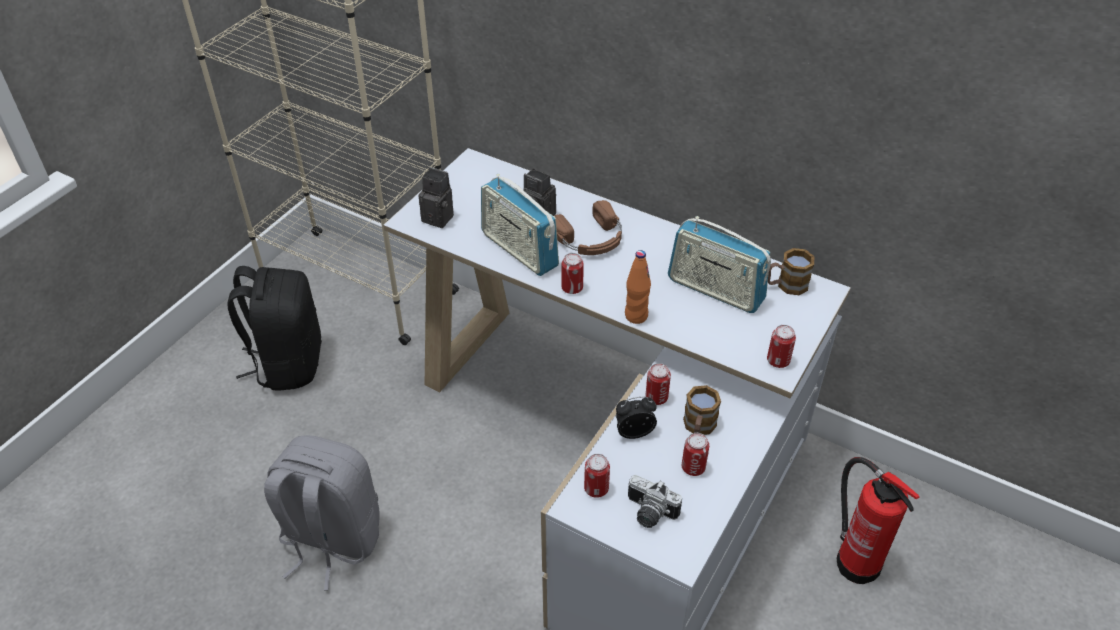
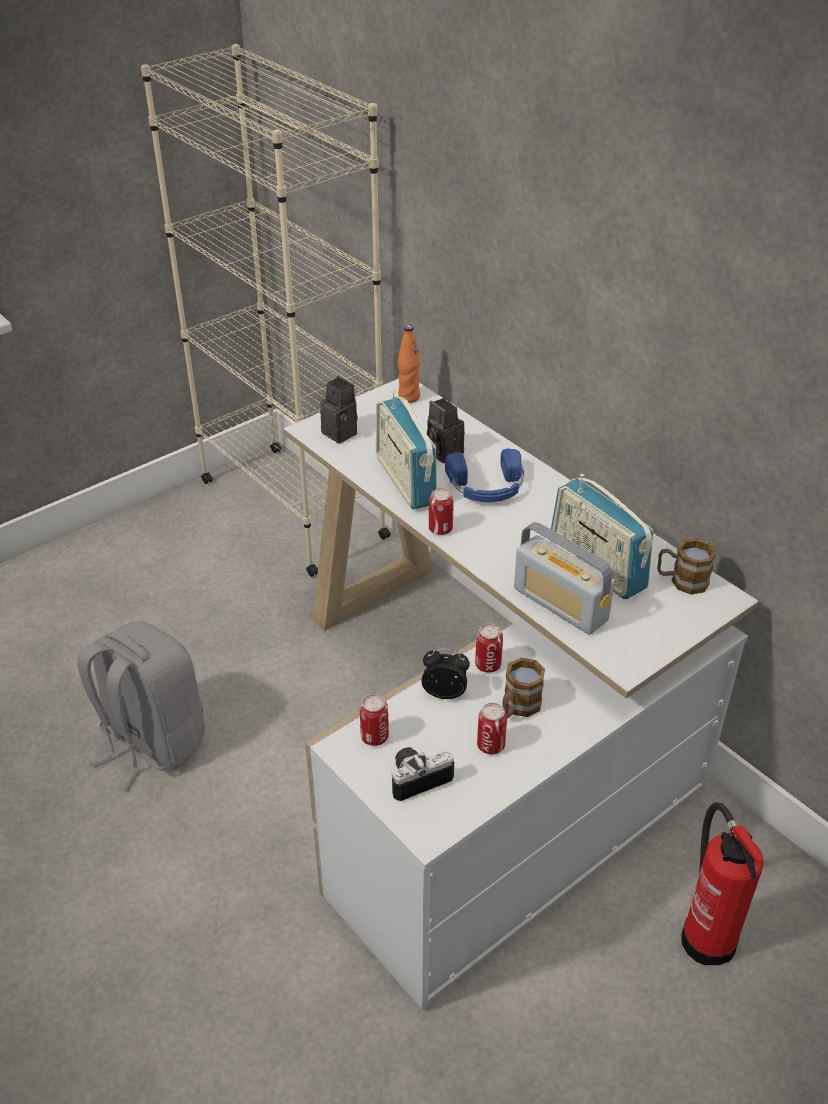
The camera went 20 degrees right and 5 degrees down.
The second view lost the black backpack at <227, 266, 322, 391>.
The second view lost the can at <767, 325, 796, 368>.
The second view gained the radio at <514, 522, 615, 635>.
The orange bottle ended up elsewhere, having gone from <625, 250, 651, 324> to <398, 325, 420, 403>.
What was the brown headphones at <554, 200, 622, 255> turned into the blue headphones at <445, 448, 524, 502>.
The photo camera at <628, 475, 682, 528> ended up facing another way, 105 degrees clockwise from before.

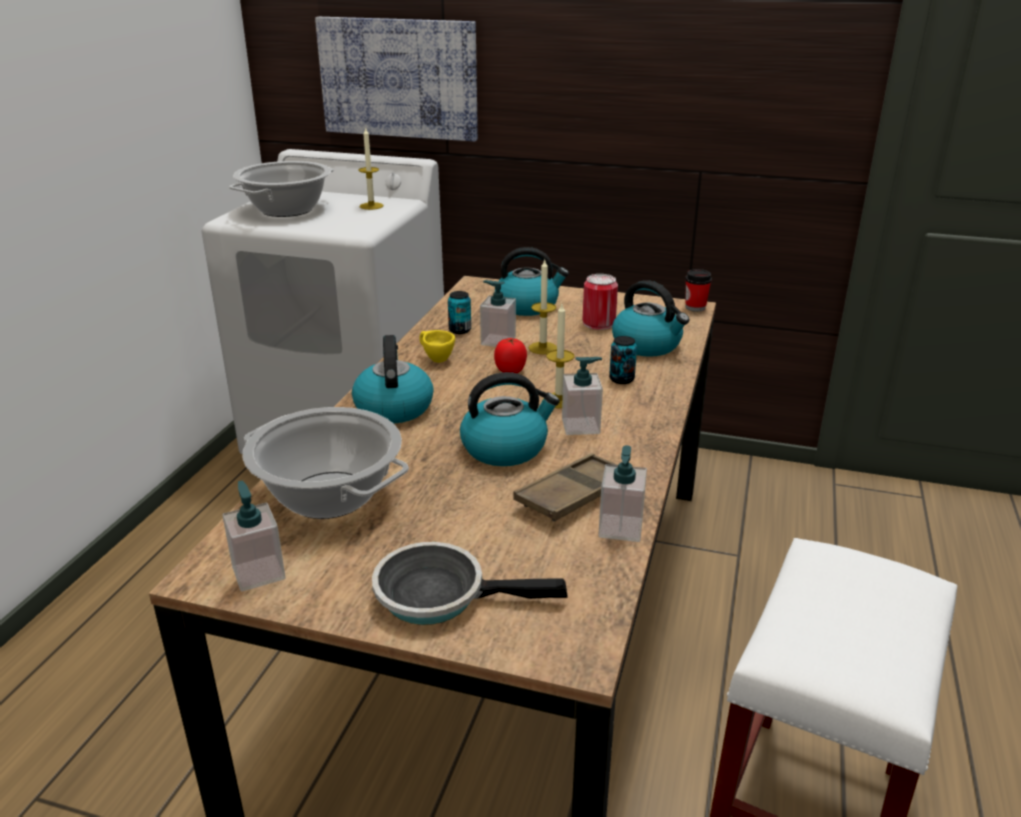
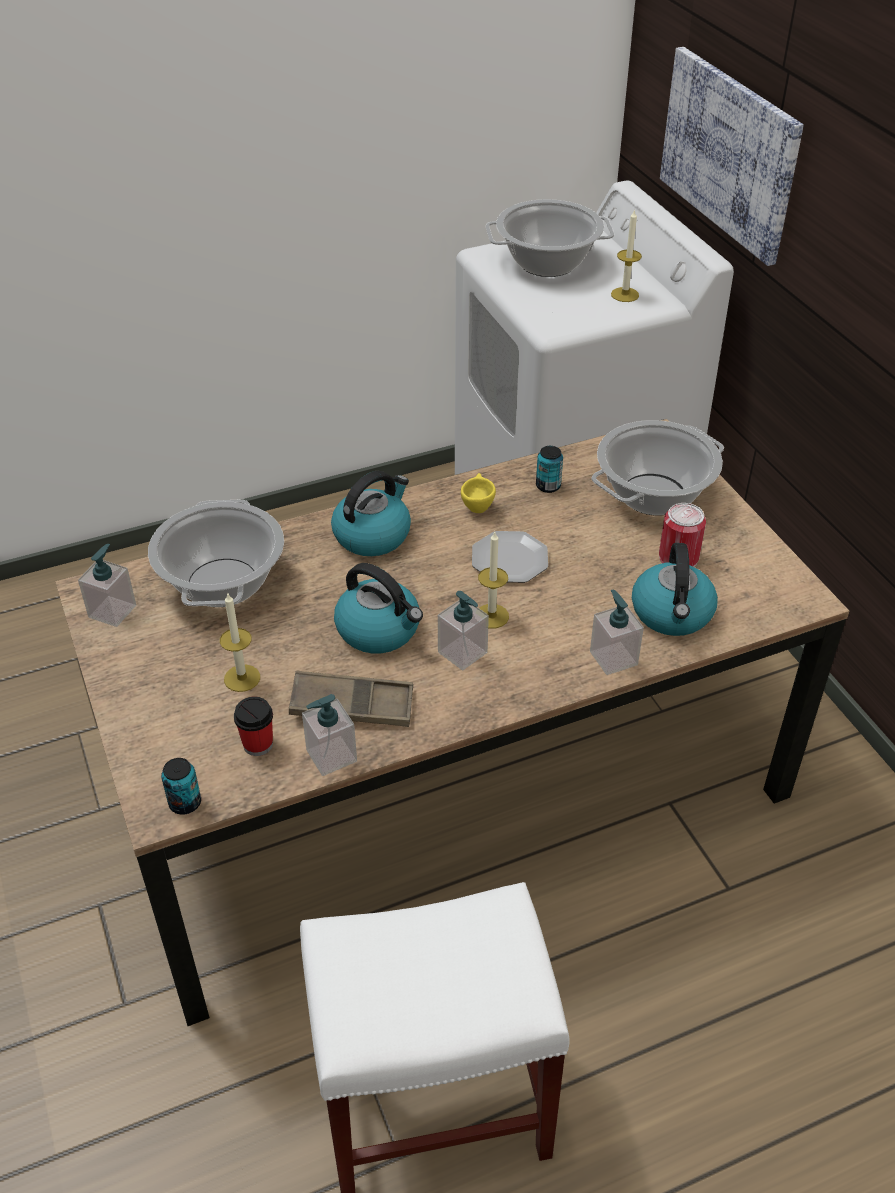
The camera went 50 degrees right and 15 degrees up.
The second view lost the frying pan at <372, 542, 568, 625>.
The soap dispenser ended up elsewhere, having gone from <480, 280, 516, 347> to <590, 589, 644, 675>.
The candle ended up elsewhere, having gone from <529, 258, 557, 355> to <220, 592, 260, 692>.
The can ended up elsewhere, having gone from <609, 336, 637, 384> to <161, 758, 201, 815>.
The cup ended up elsewhere, having gone from <685, 269, 712, 312> to <234, 697, 273, 756>.
Where the tomato stood at <494, 338, 527, 373>, the plate came to stand at <472, 531, 548, 583>.
Where the kettle stood at <495, 247, 569, 316>, the cooking pot came to stand at <591, 420, 724, 516>.

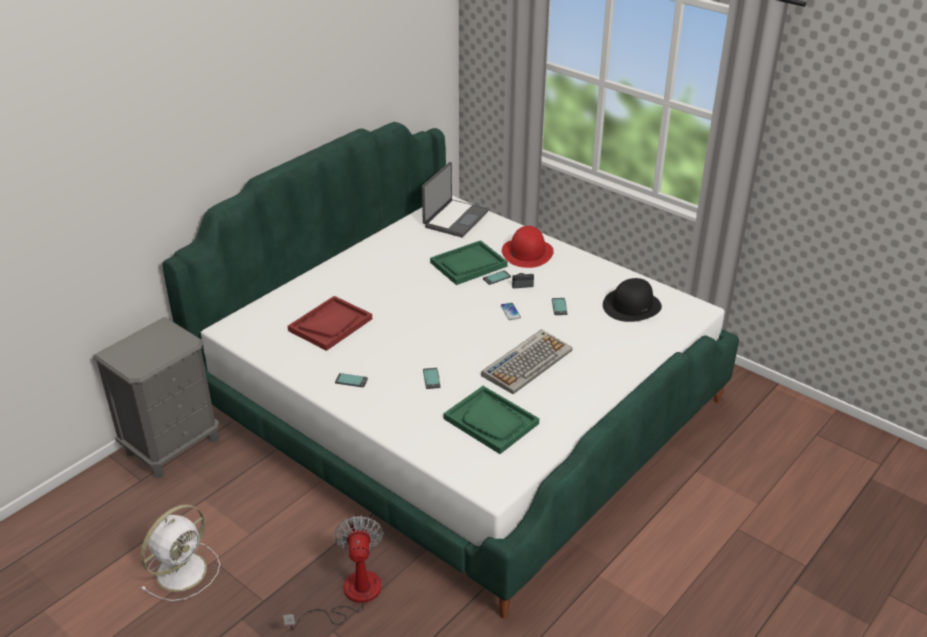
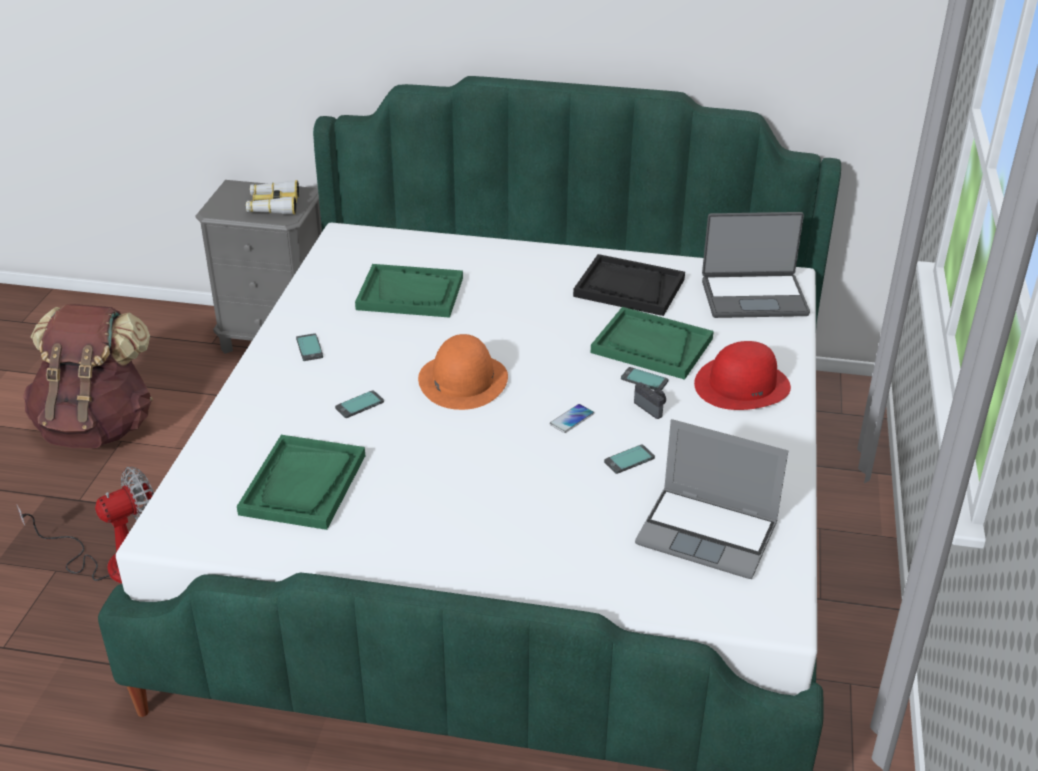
The camera went 60 degrees right and 0 degrees up.
The second view lost the keyboard at <481, 329, 572, 394>.
The second view gained the binoculars at <246, 180, 299, 215>.
The second view gained the orange hat at <418, 334, 508, 410>.
The second view gained the black tray at <573, 254, 685, 316>.
Where the white fan stood at <141, 504, 220, 601>, the brown backpack came to stand at <23, 304, 153, 448>.
Where the black hat stood at <603, 278, 662, 322>, the laptop came to stand at <635, 419, 788, 579>.
What was the red tray at <288, 296, 372, 351> turned into the green tray at <355, 264, 463, 318>.

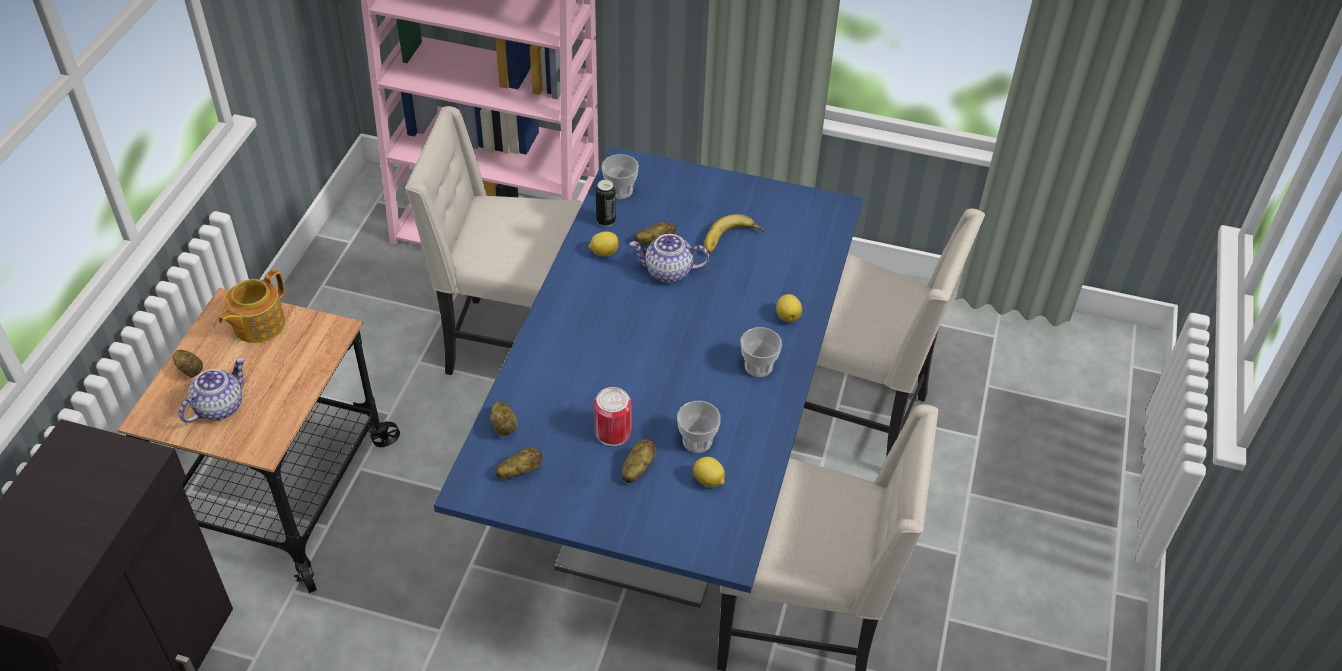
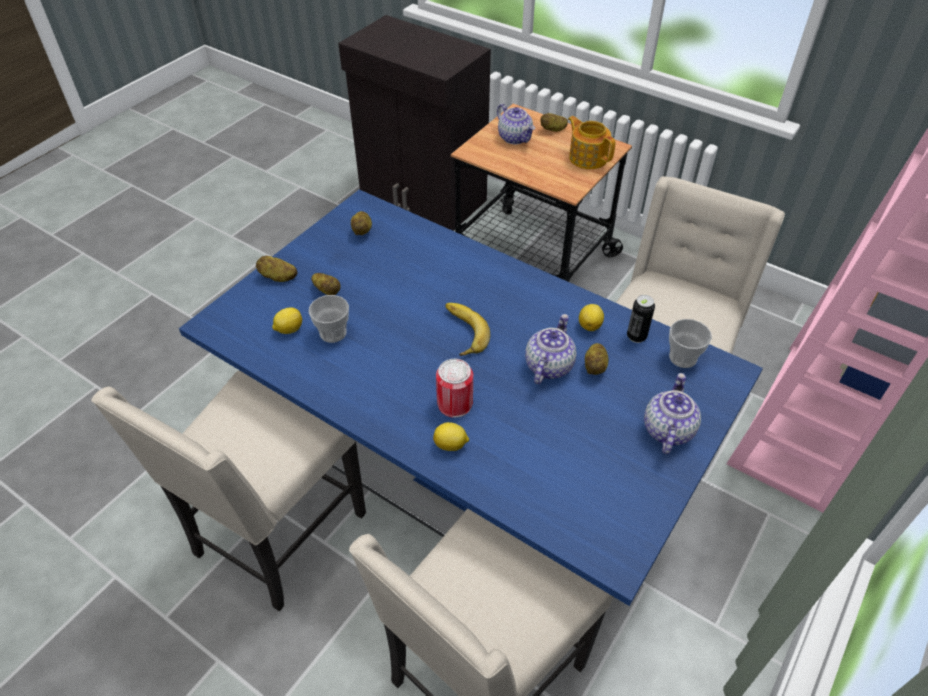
The camera went 110 degrees right and 0 degrees up.
The second view lost the cup at <740, 327, 782, 377>.
The second view gained the teapot at <644, 373, 701, 454>.
The potato ended up elsewhere, having gone from <491, 402, 517, 437> to <256, 256, 297, 282>.
The can ended up elsewhere, having gone from <594, 387, 631, 446> to <436, 359, 473, 418>.
The banana ended up elsewhere, having gone from <704, 214, 764, 254> to <445, 303, 490, 356>.

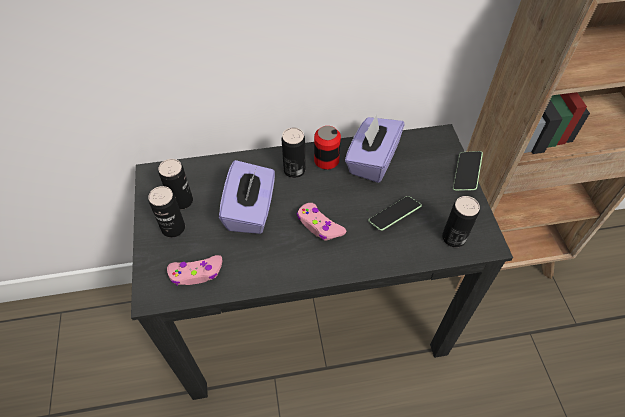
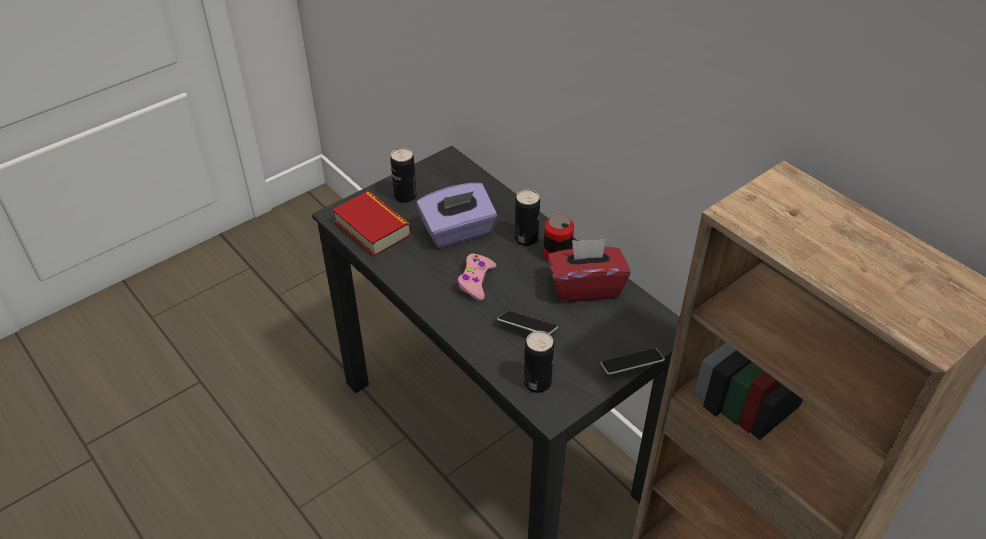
The camera went 60 degrees right and 10 degrees down.
The second view lost the can at <158, 159, 193, 210>.
Where the pink game controller stood at <167, 255, 222, 285>, the book came to stand at <332, 191, 411, 257>.
What was the purple tissue box at <345, 114, 405, 183> turned into the red tissue box at <548, 239, 631, 302>.

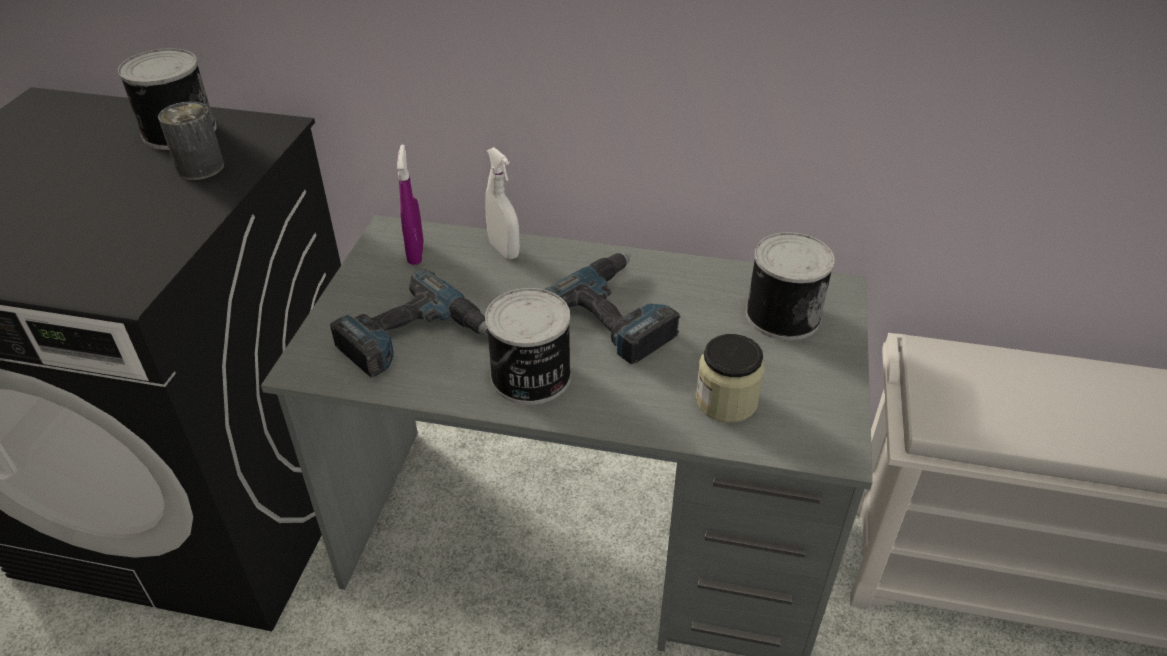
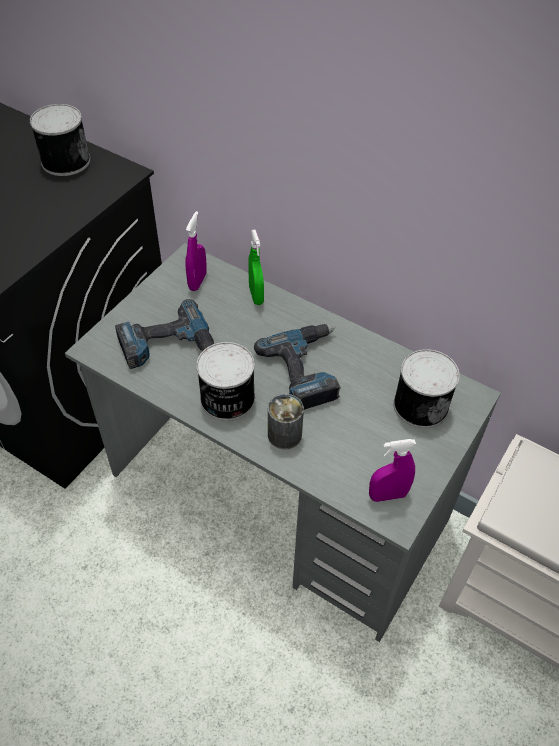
The camera went 20 degrees right and 10 degrees up.
The second view lost the jar at <695, 334, 765, 422>.
The second view gained the purple spray bottle at <369, 439, 416, 502>.
The can ended up elsewhere, having gone from <158, 102, 224, 180> to <268, 394, 304, 449>.
What was the white spray bottle at <485, 147, 520, 259> turned into the green spray bottle at <248, 229, 264, 305>.

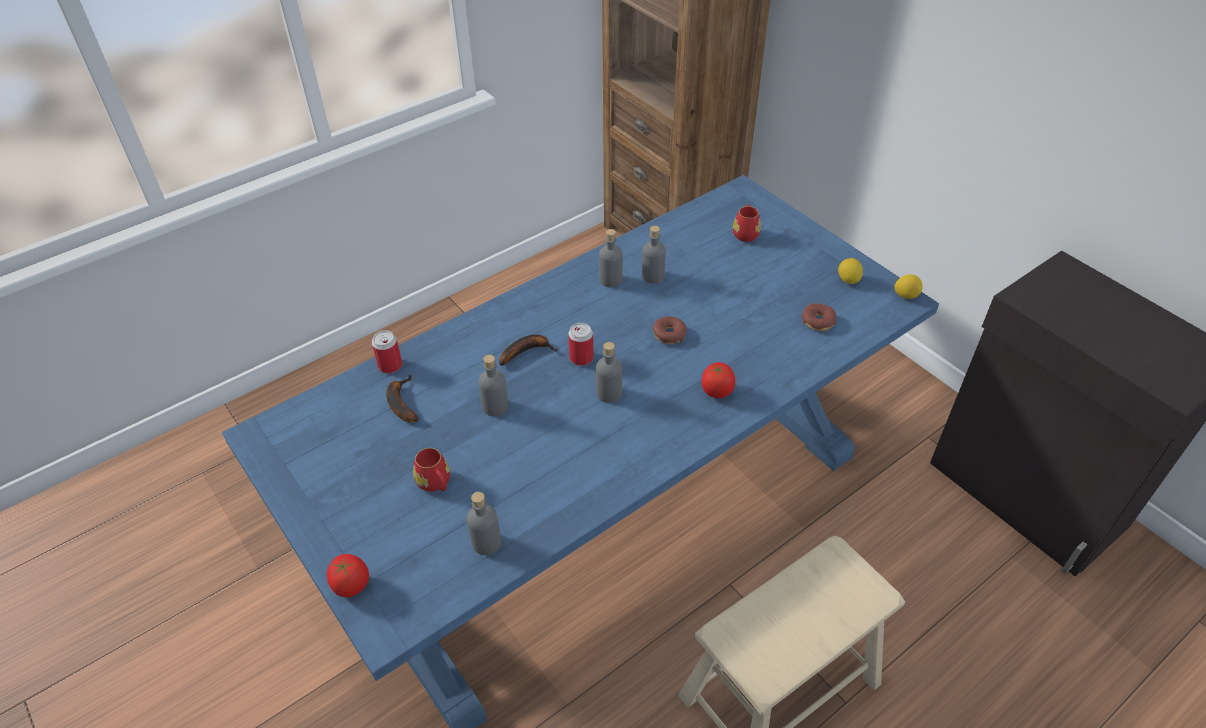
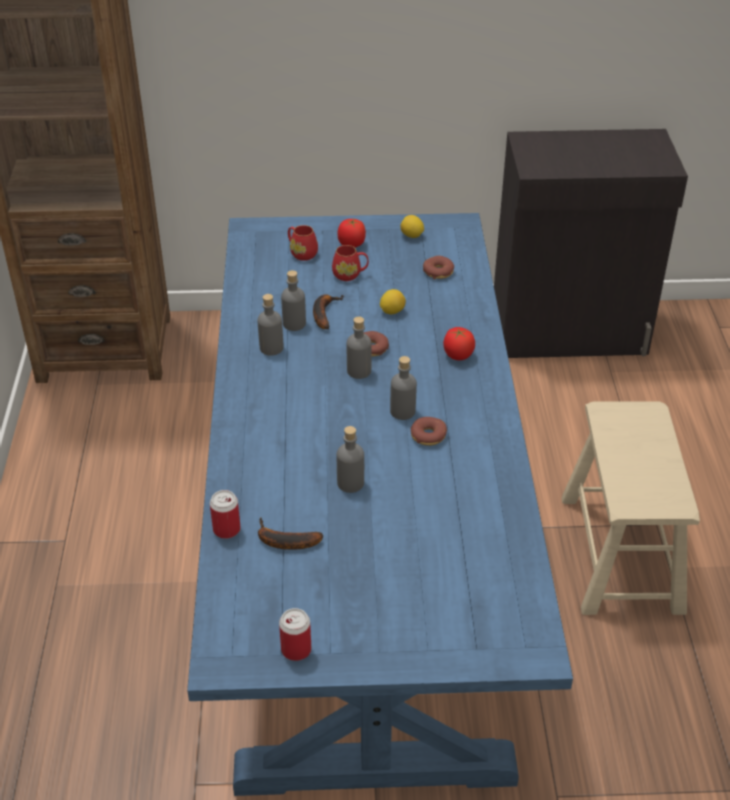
The camera went 55 degrees left and 5 degrees down.
The second view gained the donut at <411, 417, 447, 446>.
The tomato ended up elsewhere, having gone from <327, 554, 369, 598> to <338, 219, 366, 248>.
The red mug ended up elsewhere, having gone from <413, 448, 450, 491> to <332, 245, 369, 281>.
The grey bottle ended up elsewhere, having gone from <467, 492, 501, 555> to <347, 316, 372, 379>.
The banana ended up elsewhere, having gone from <499, 335, 558, 366> to <313, 294, 344, 329>.
The can ended up elsewhere, having gone from <568, 323, 594, 366> to <279, 608, 311, 661>.
The lemon ended up elsewhere, having gone from <894, 274, 923, 299> to <380, 289, 406, 314>.

